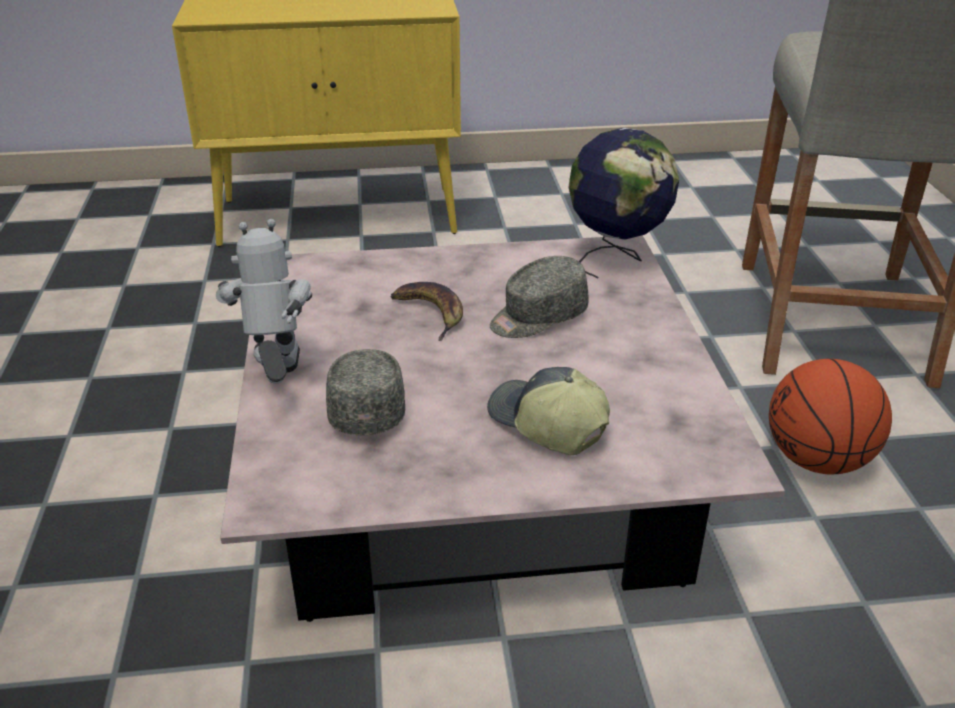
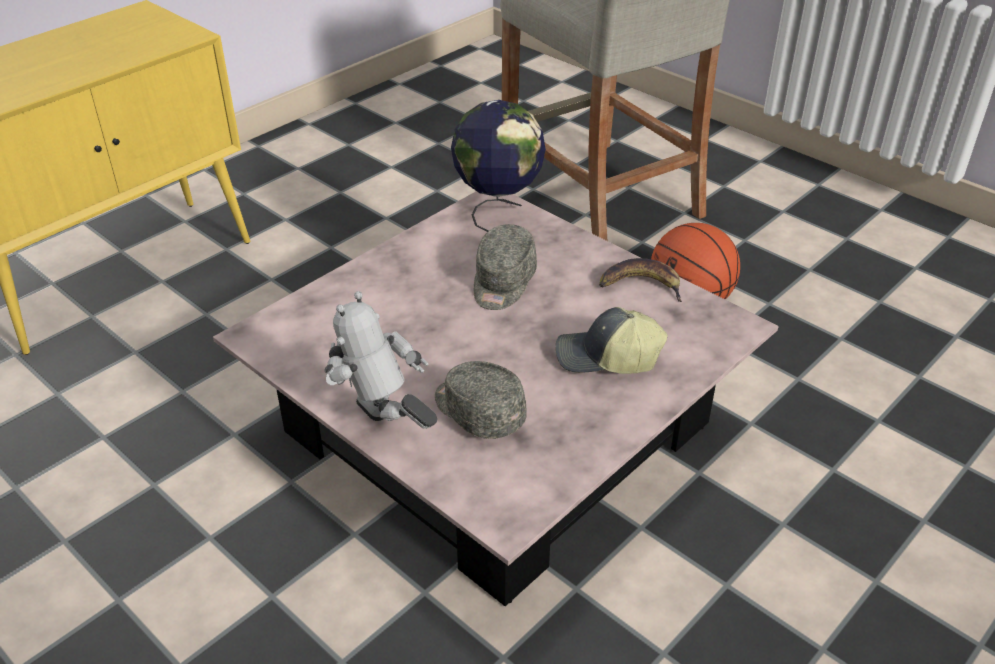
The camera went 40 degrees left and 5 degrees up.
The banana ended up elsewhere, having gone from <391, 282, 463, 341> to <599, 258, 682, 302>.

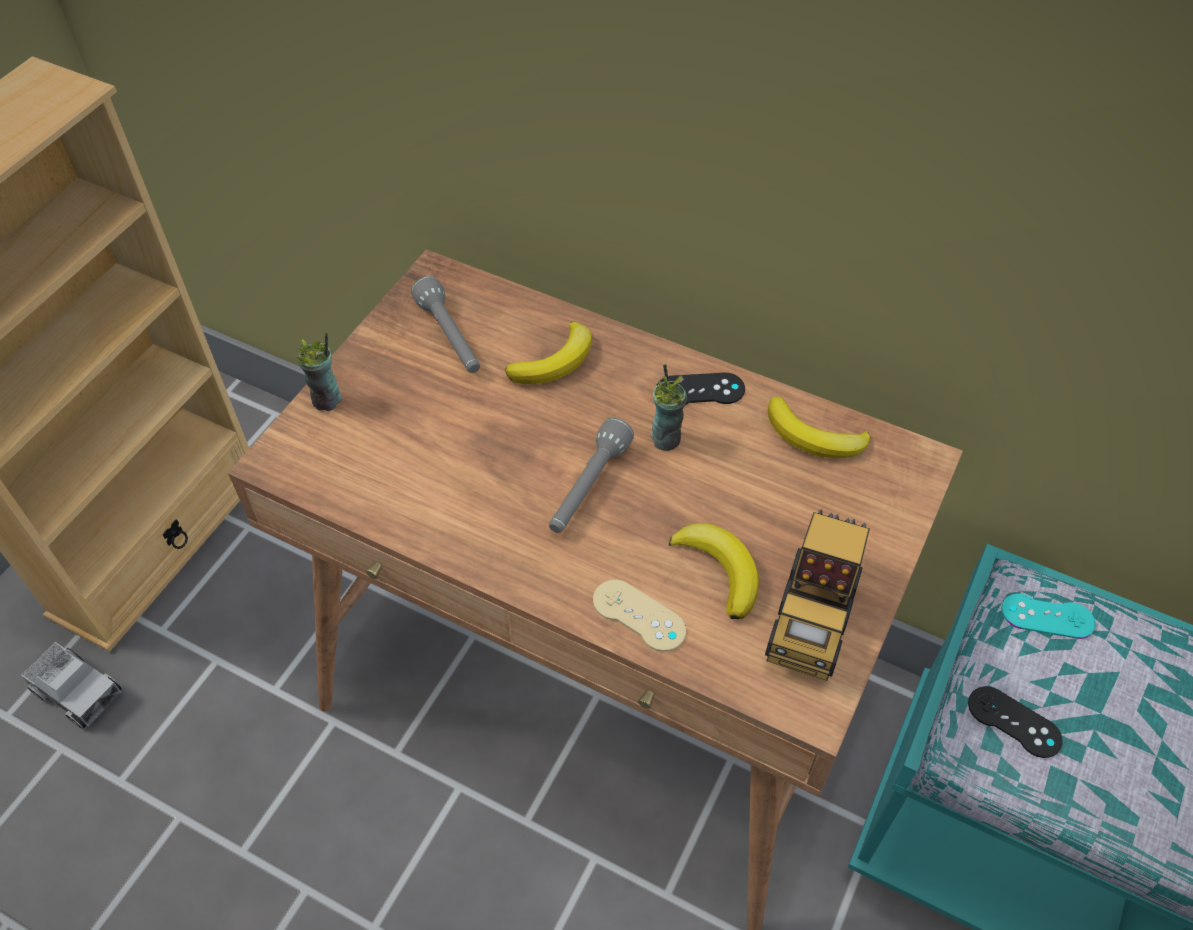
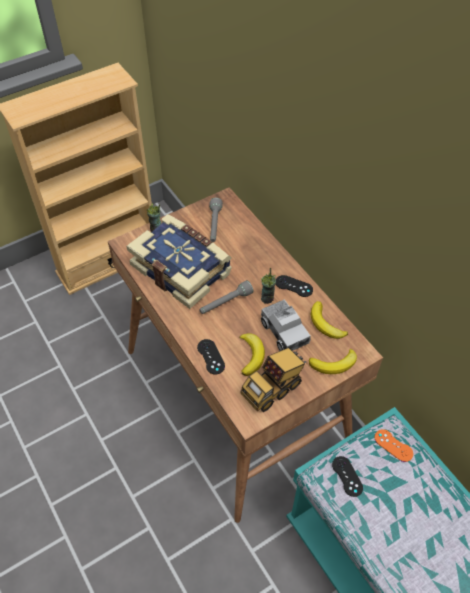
The camera went 30 degrees right and 0 degrees up.
The second view gained the book at <126, 214, 232, 309>.
The toy truck ended up elsewhere, having gone from <21, 642, 122, 729> to <261, 299, 311, 351>.
The banana ended up elsewhere, having gone from <506, 322, 592, 384> to <309, 349, 357, 374>.
What was the beige game controller at <593, 580, 686, 652> turned into the black game controller at <197, 339, 225, 375>.
What was the turquoise game controller at <1001, 594, 1096, 639> turned into the orange game controller at <375, 429, 413, 462>.

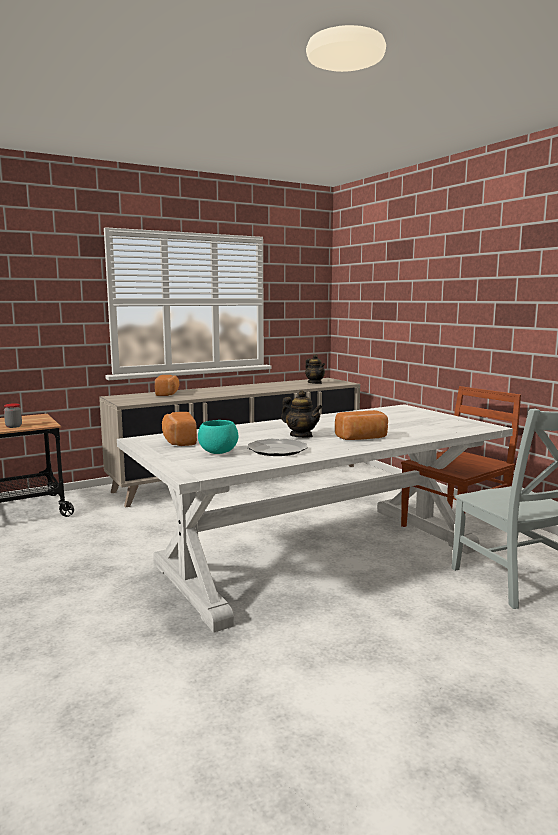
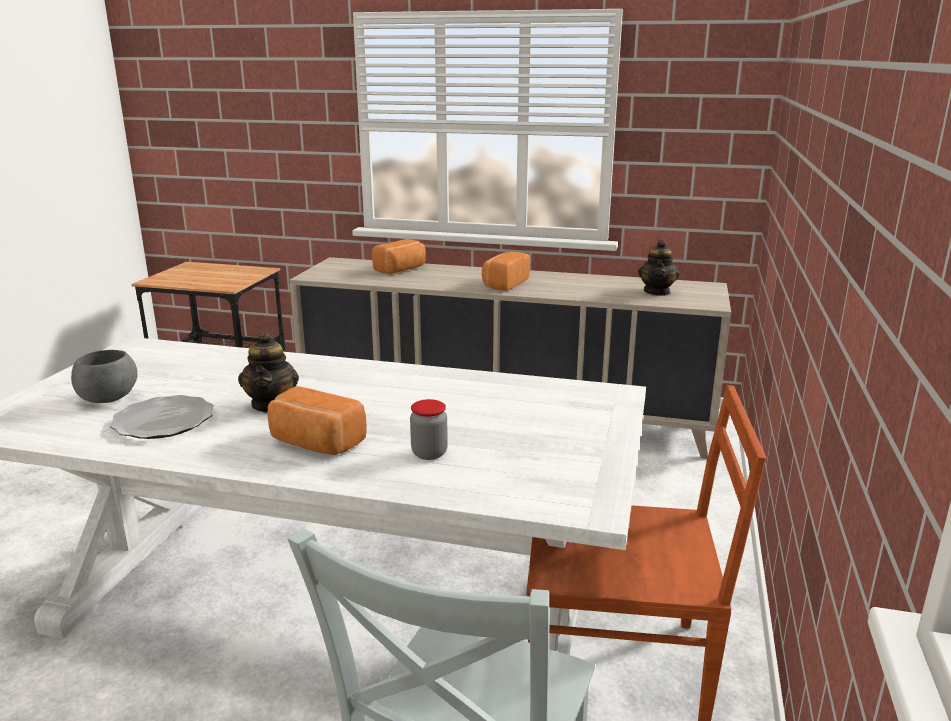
The camera went 45 degrees right and 10 degrees up.
The jar ended up elsewhere, having gone from <4, 403, 22, 428> to <410, 399, 448, 460>.
The bread ended up elsewhere, having gone from <162, 412, 197, 446> to <482, 252, 530, 291>.
What was the turquoise bowl at <198, 420, 239, 454> turned into the grey bowl at <71, 350, 137, 403>.

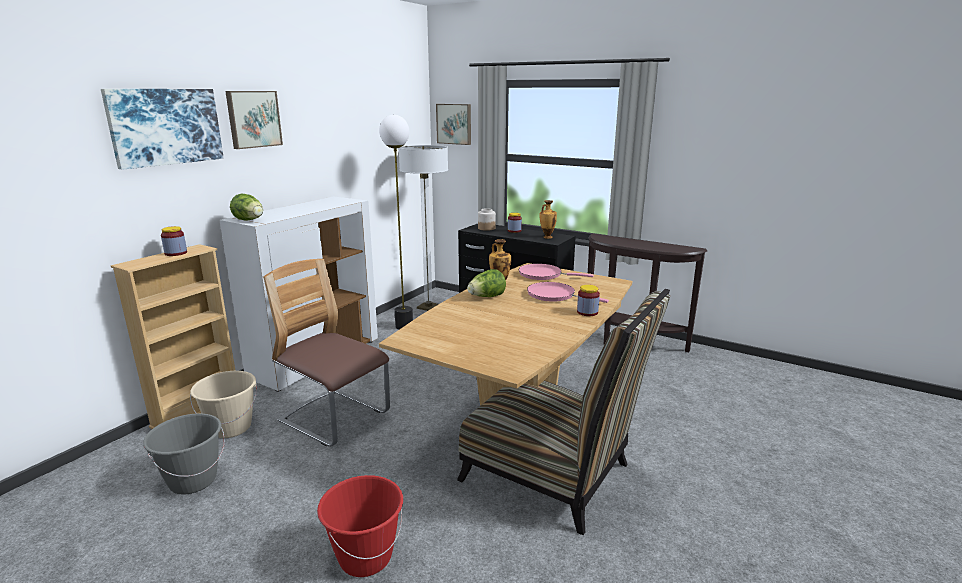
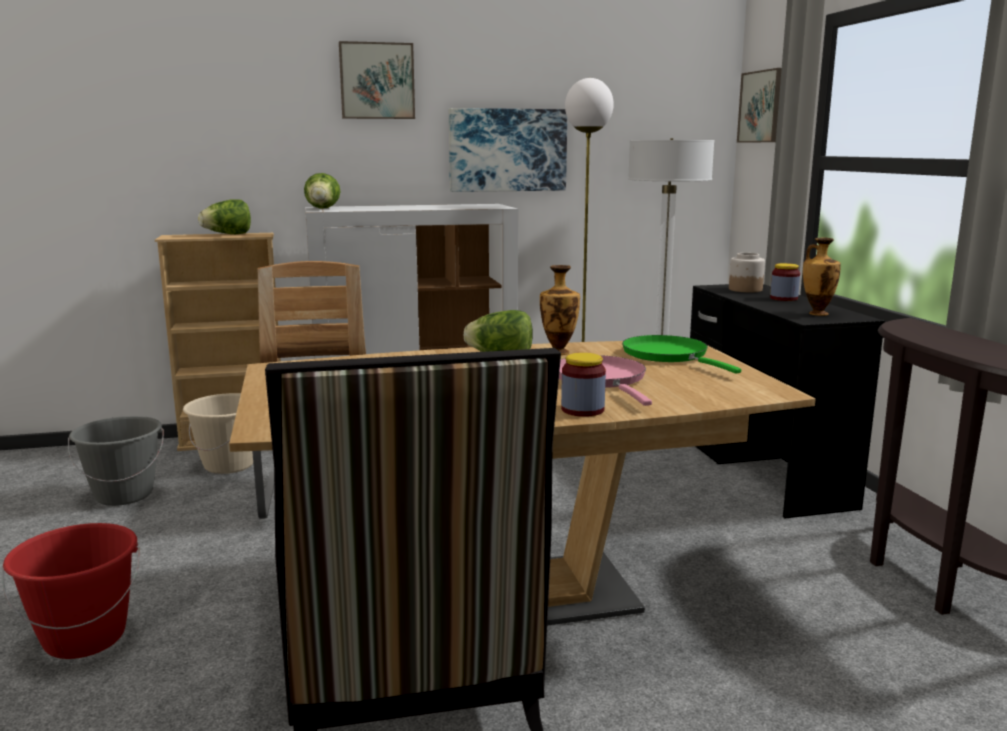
The camera went 45 degrees right and 5 degrees down.
The picture ended up elsewhere, having gone from <101, 89, 224, 170> to <449, 108, 567, 192>.
Where the jar stood at <161, 226, 187, 256>, the lettuce came to stand at <198, 199, 251, 234>.
What was the pink frying pan at <519, 264, 594, 280> turned into the green frying pan at <622, 335, 741, 373>.

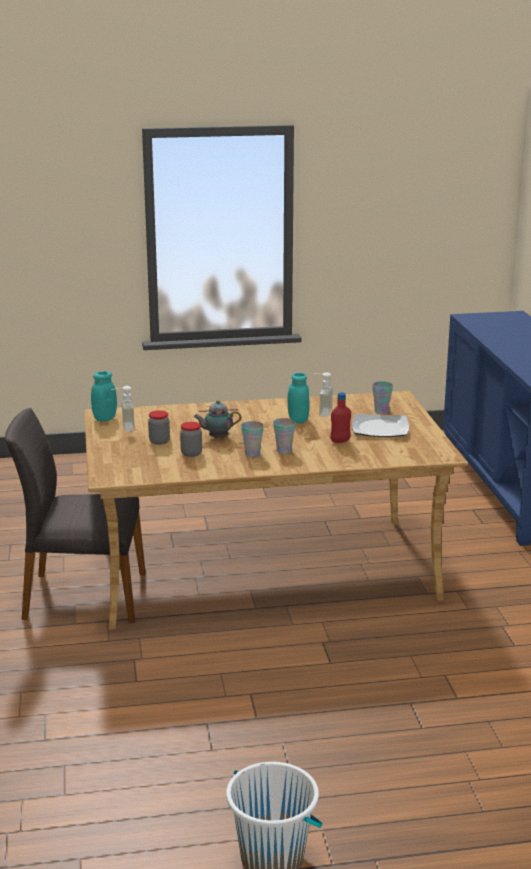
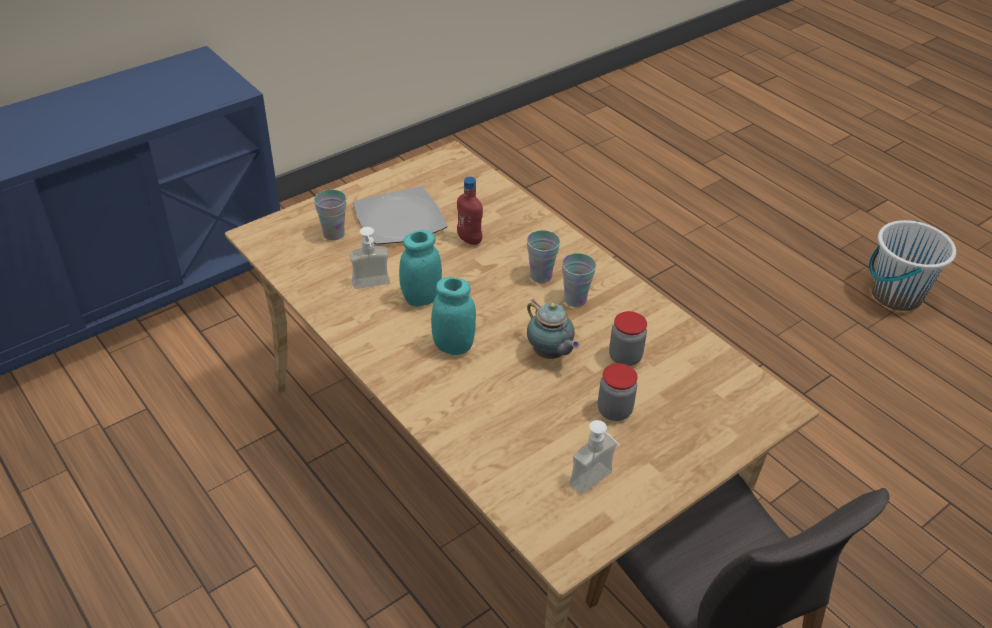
The camera went 120 degrees left and 20 degrees up.
The turquoise jar ended up elsewhere, having gone from <91, 371, 117, 421> to <431, 277, 476, 355>.

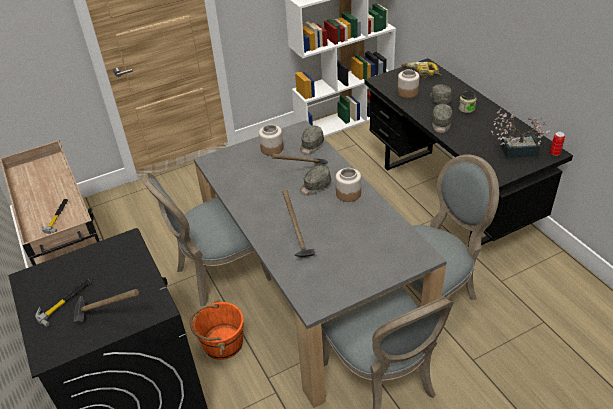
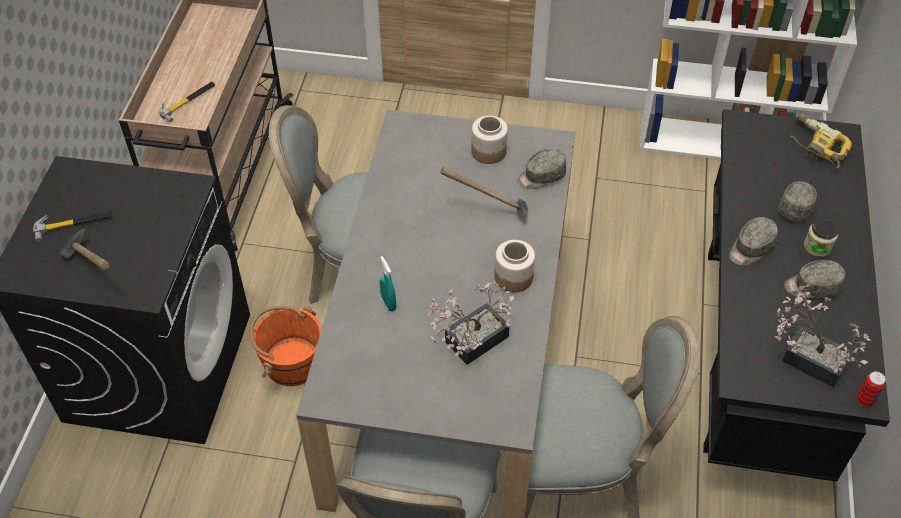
The camera went 35 degrees right and 10 degrees up.
The second view lost the jar at <397, 69, 419, 98>.
The second view gained the potted plant at <427, 282, 514, 365>.
The grey cap ended up elsewhere, having gone from <300, 166, 331, 196> to <784, 260, 845, 298>.
Where the hammer stood at <282, 190, 315, 258>, the turquoise spray bottle came to stand at <380, 256, 396, 311>.

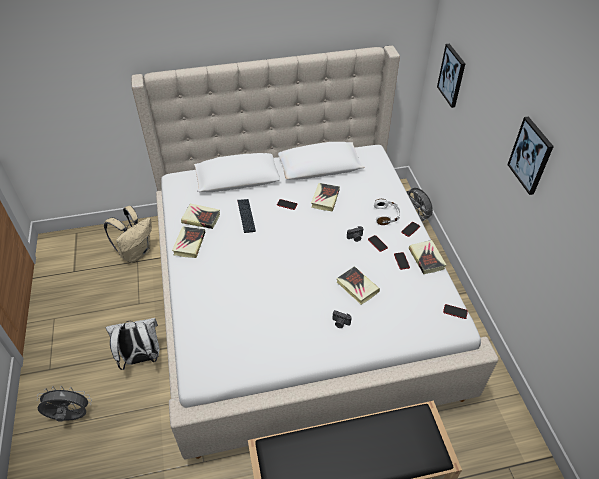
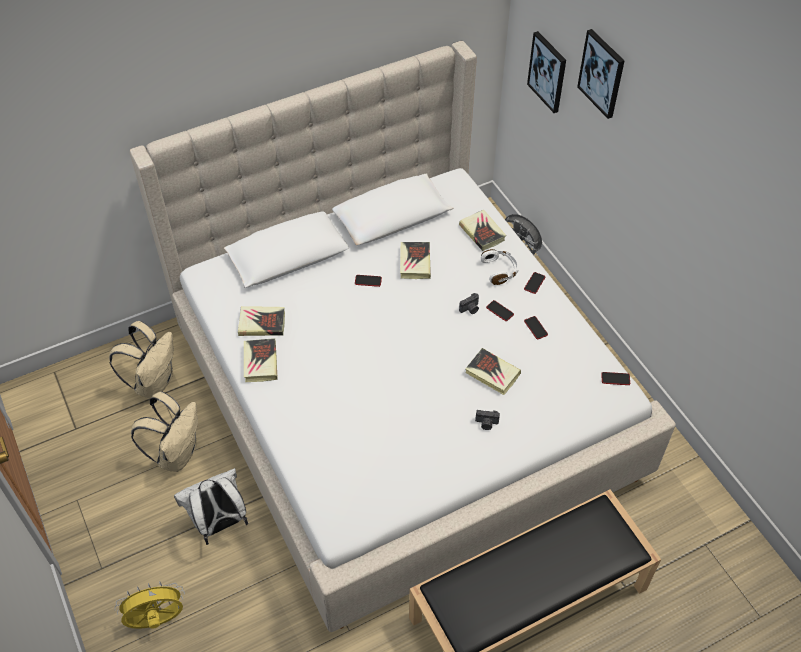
The camera went 15 degrees left and 5 degrees up.
The second view lost the keyboard at <237, 199, 256, 233>.
The second view gained the beige backpack at <131, 392, 198, 472>.
The book ended up elsewhere, having gone from <409, 240, 447, 274> to <459, 210, 506, 251>.
The picture ended up elsewhere, having gone from <507, 116, 554, 195> to <577, 29, 624, 119>.
What was the grey fan at <37, 386, 92, 422> turned into the yellow fan at <114, 581, 185, 629>.

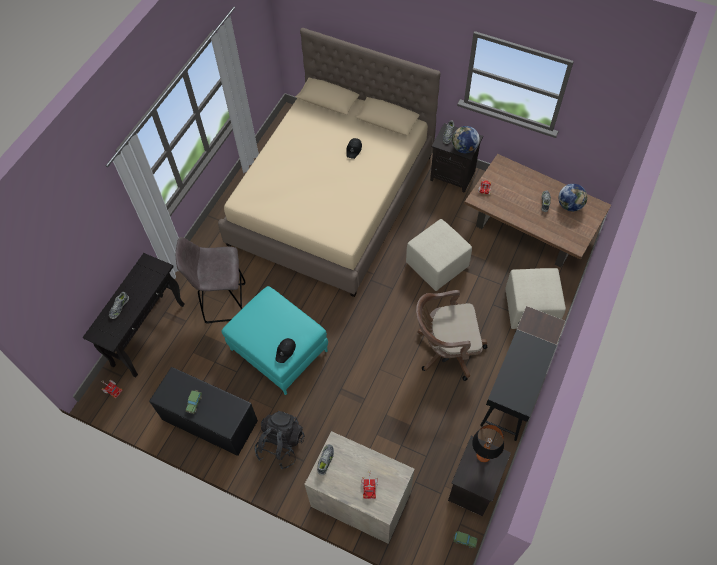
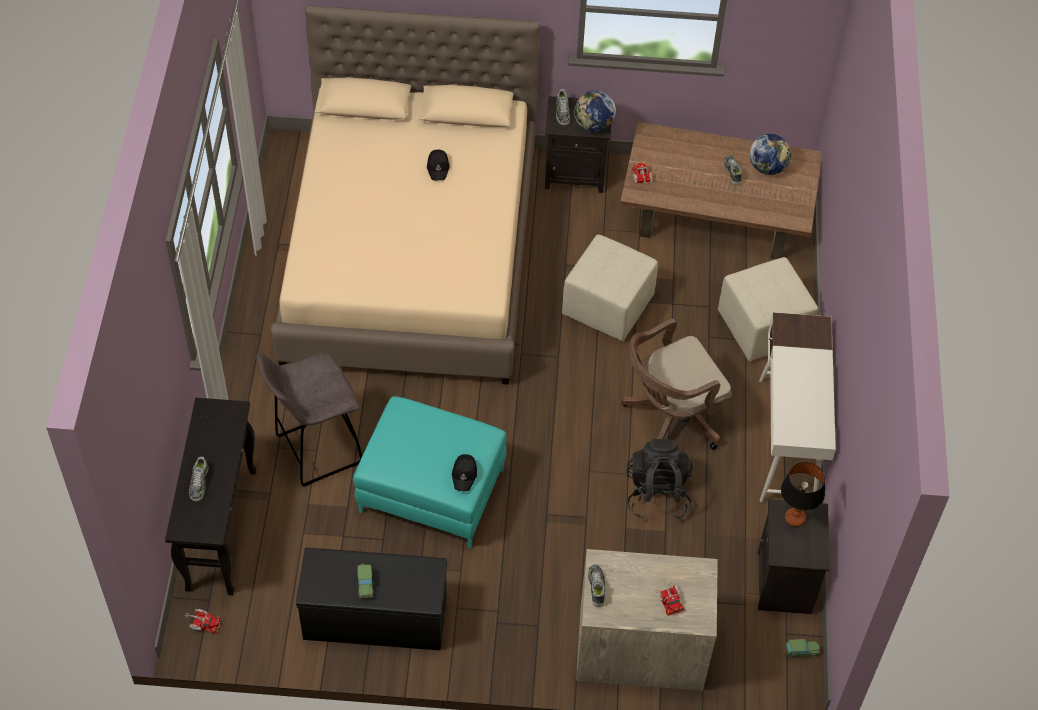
The camera went 25 degrees left and 5 degrees down.
The black backpack ended up elsewhere, having gone from <255, 411, 305, 469> to <626, 439, 693, 520>.
What was the black desk at <480, 306, 566, 441> turned into the white desk at <759, 312, 836, 502>.

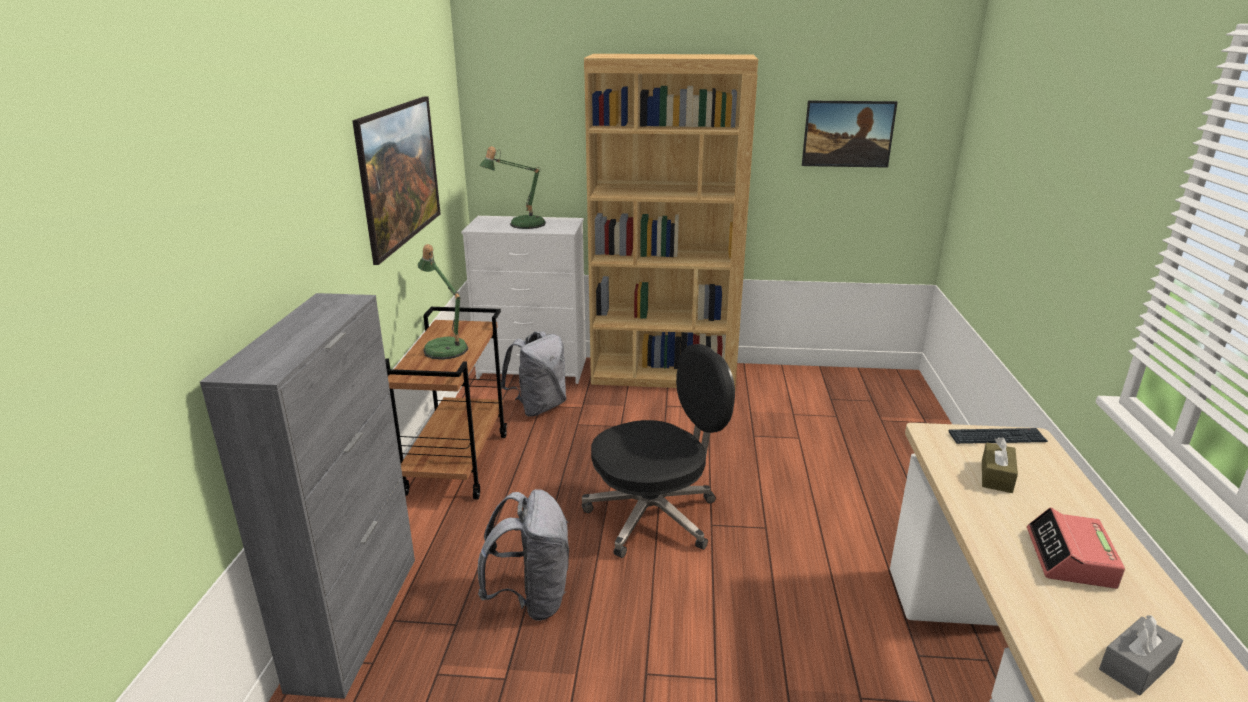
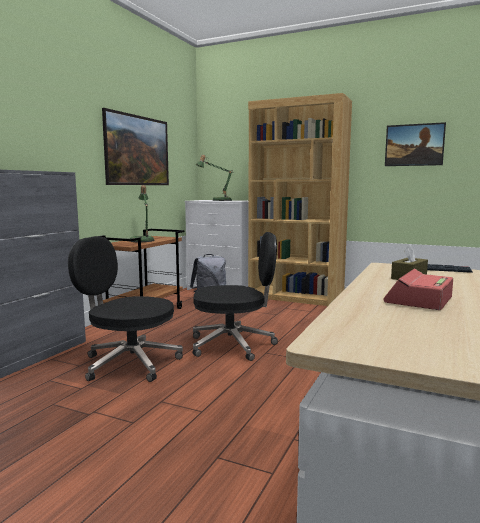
The camera went 20 degrees right and 15 degrees down.
The second view lost the grey tissue box at <1099, 615, 1183, 696>.
Where the grey backpack stood at <478, 489, 569, 621>, the black office chair came to stand at <68, 236, 183, 382>.

